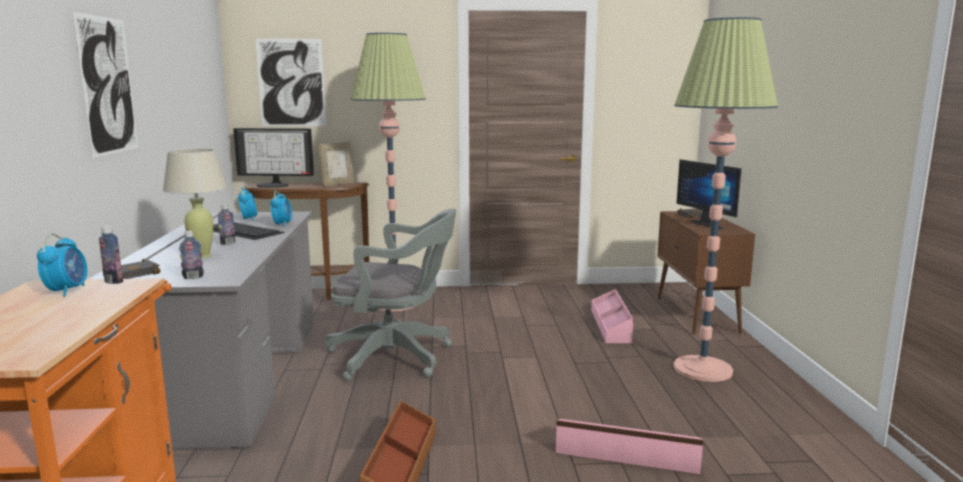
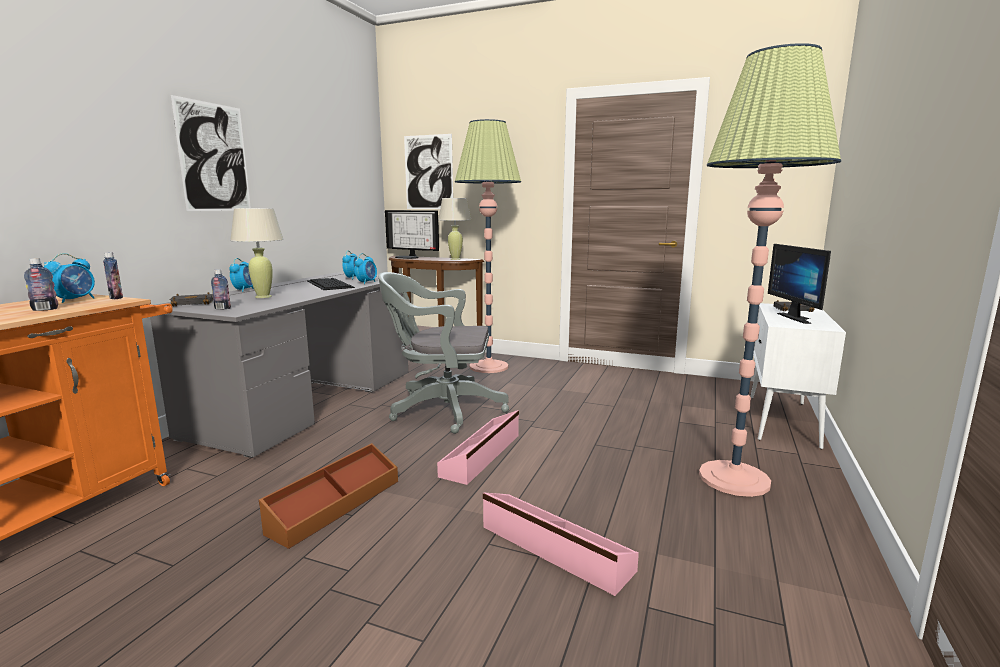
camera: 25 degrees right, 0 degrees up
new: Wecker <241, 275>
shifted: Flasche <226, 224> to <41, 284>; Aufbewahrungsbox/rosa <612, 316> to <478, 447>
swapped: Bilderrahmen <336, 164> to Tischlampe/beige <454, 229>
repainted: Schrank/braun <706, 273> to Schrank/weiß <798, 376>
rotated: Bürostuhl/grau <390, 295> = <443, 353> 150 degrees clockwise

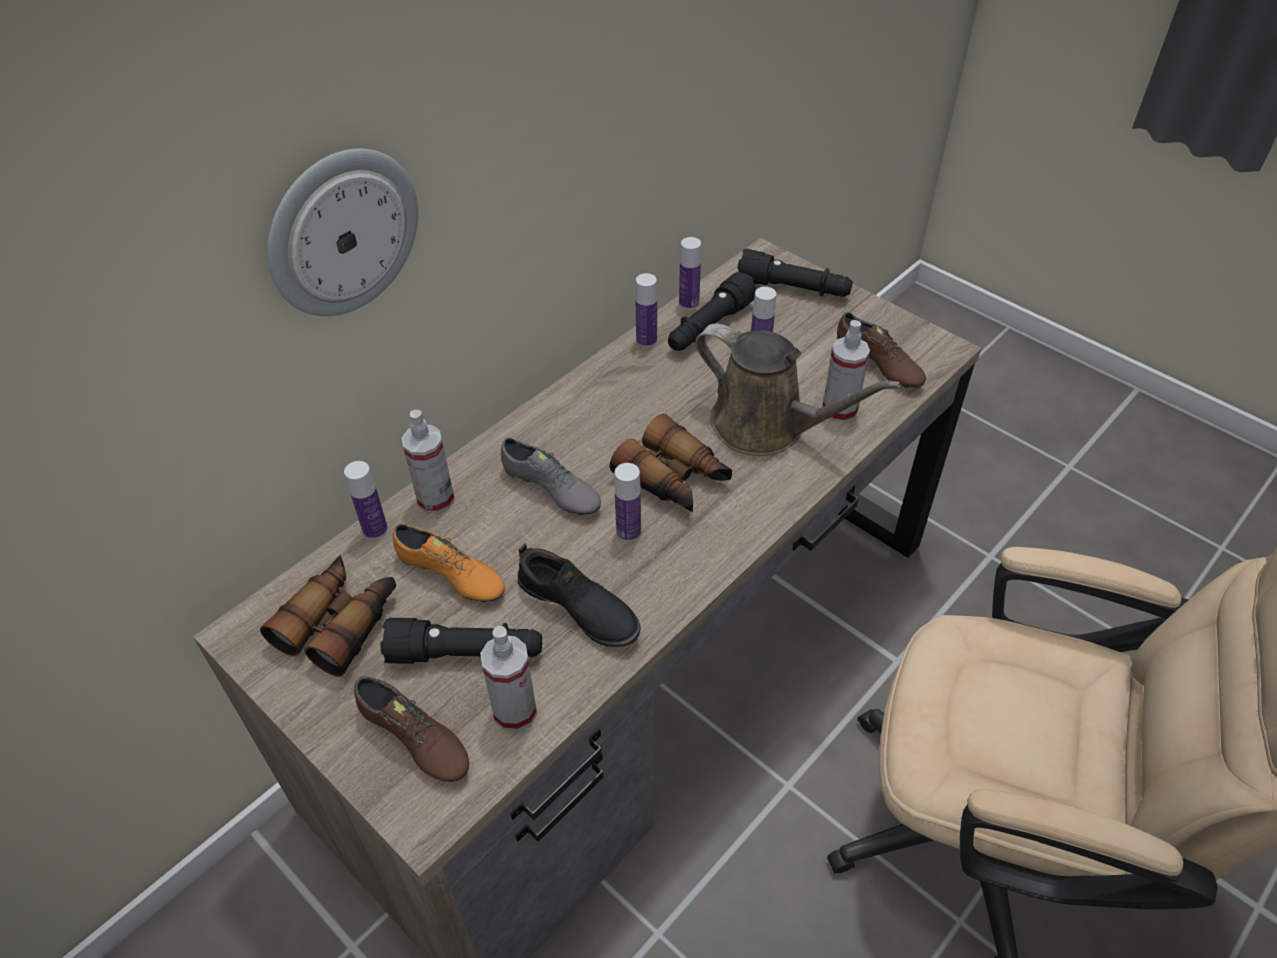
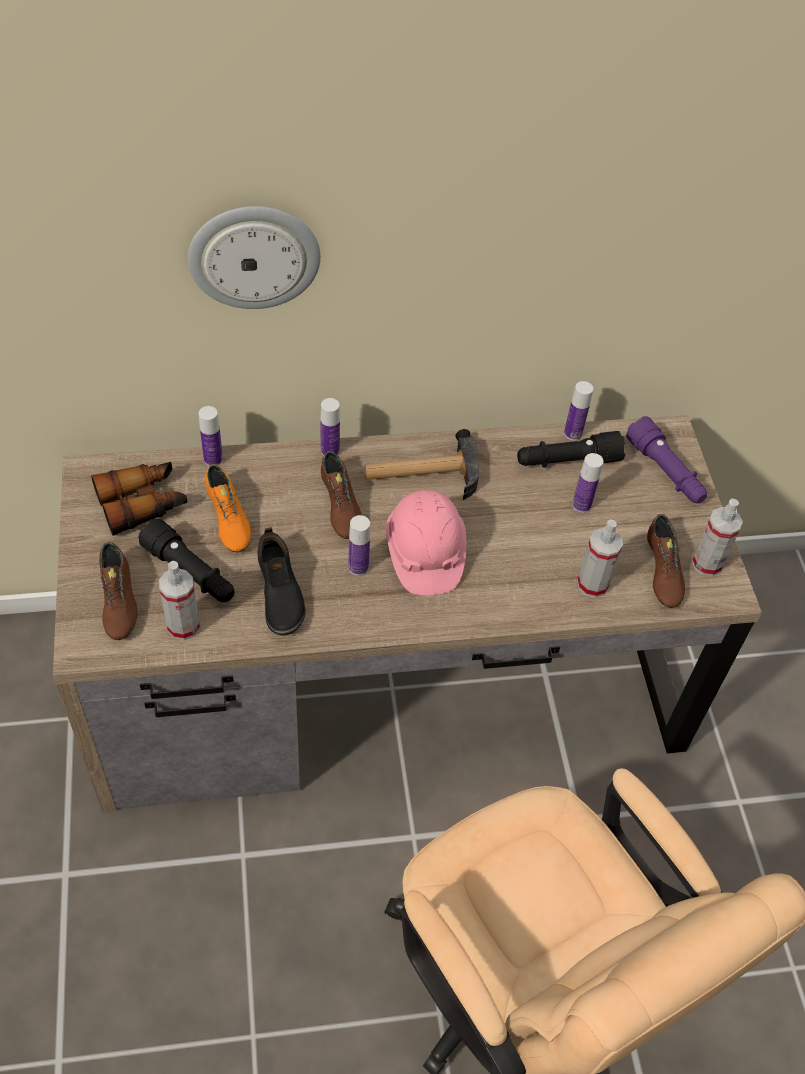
camera: 35 degrees right, 5 degrees up
gone: Gießkanne/braun <798, 390>
new: Hammer <422, 464>
shifted: Flasche <646, 310> to <330, 427>; Sprühflasche <428, 462> to <717, 537>
swapped: Fernglas <671, 463> to Schutzhelm/rosa <426, 542>
repainted: Taschenlampe/schwarz <795, 273> to Taschenlampe/lila <666, 459>; Schuh/grau <551, 476> to Schuh/braun <341, 495>

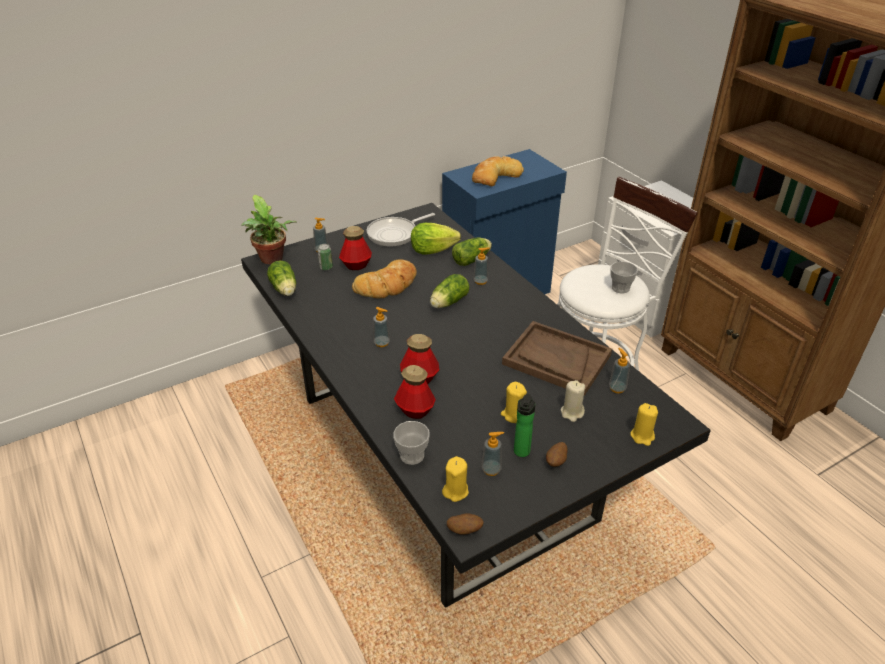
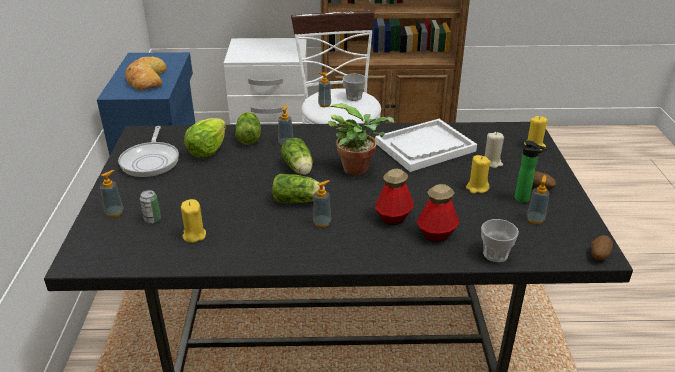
camera: 60 degrees left, 5 degrees down
gone: Flasche <355, 248>; Brot <384, 278>
shifted: Topfpflanze <269, 229> to <361, 139>; Salatkopf <281, 278> to <298, 188>; Seifenspender <619, 370> to <324, 89>; Kerze/gelb <455, 479> to <193, 221>
repainted: Tablett/braun <557, 358> to Tablett/weiß <426, 145>

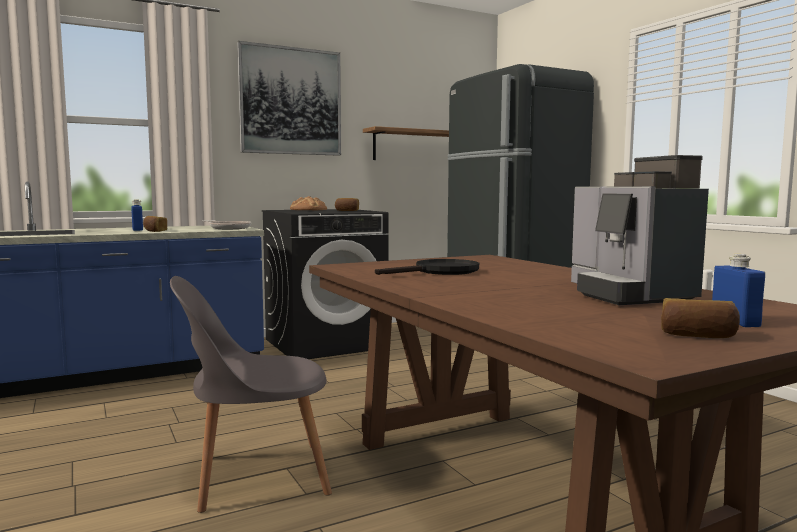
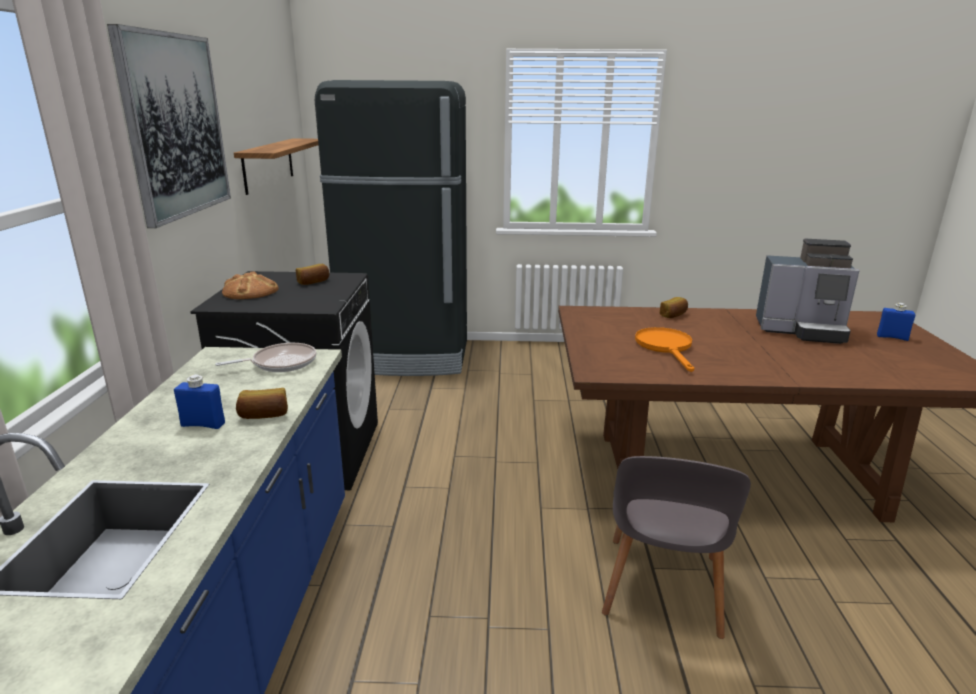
camera: 60 degrees left, 15 degrees up
shifted: Brot <700, 318> to <674, 307>
repainted: Pfanne/schwarz <427, 267> to Pfanne/orange <664, 349>

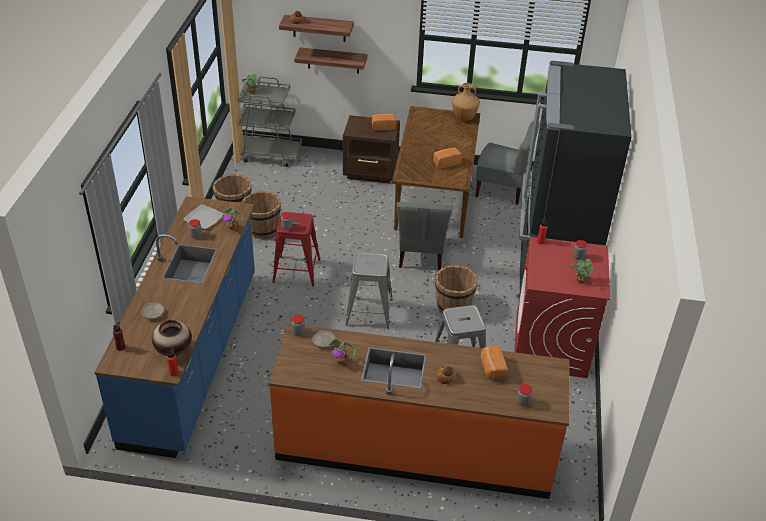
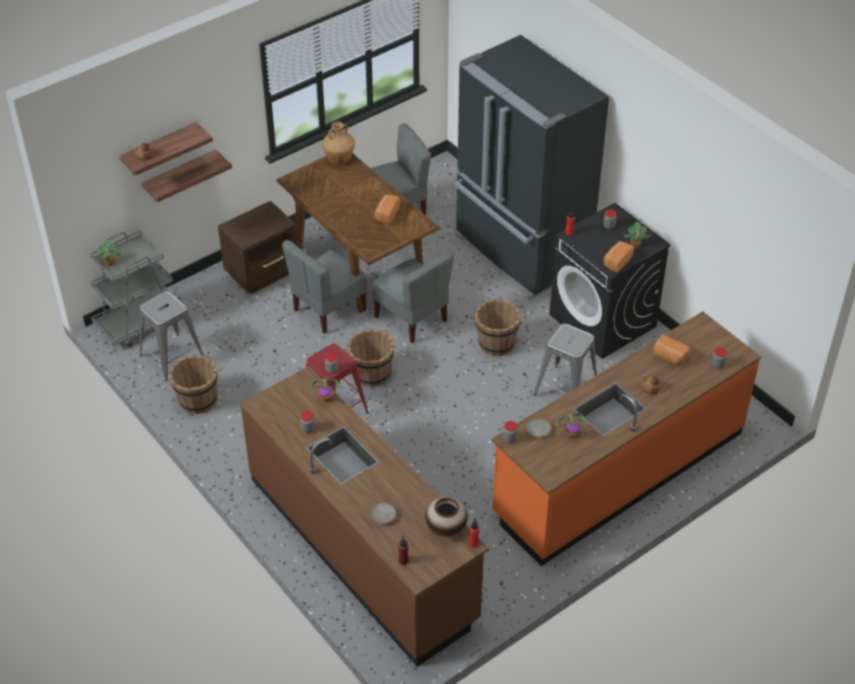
camera: 45 degrees left, 5 degrees up
gone: Teller <203, 216>
new: Stuhl/grau <324, 287>
shifted: Brot <384, 122> to <619, 257>; Eimer/braun <261, 215> to <370, 358>; Hocker/grau <369, 290> to <172, 336>
repainted: Küchenzeile/blau <175, 327> to Küchenzeile/braun <364, 516>; Waschmaschine/rot <562, 307> to Waschmaschine/schwarz <610, 281>

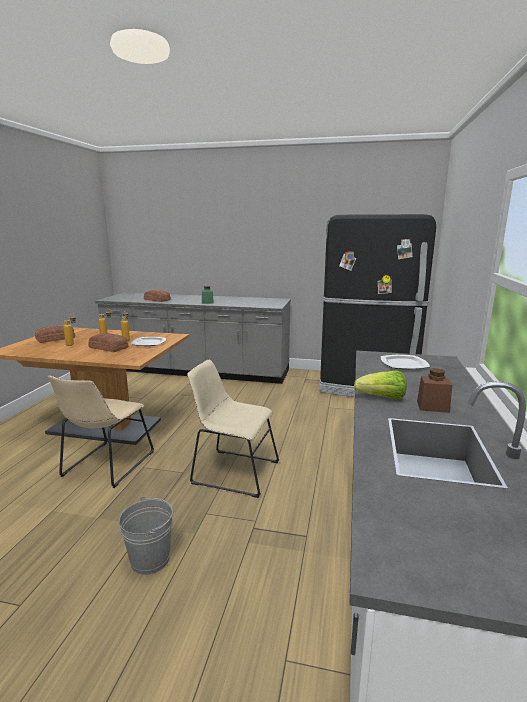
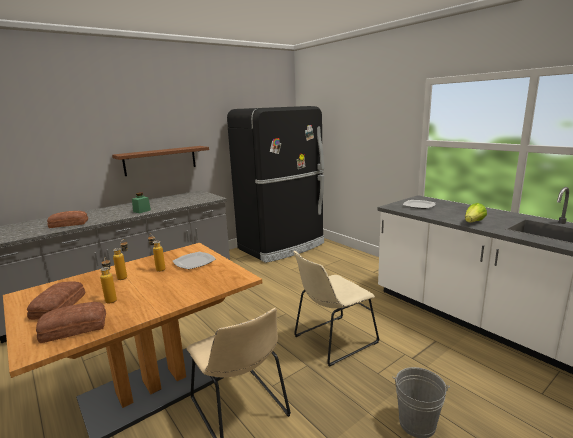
camera: 50 degrees left, 0 degrees up
gone: Vorratsglas/braun <434, 390>
new: Wandregal/braun <160, 161>
shifted: Brot <108, 342> to <71, 322>

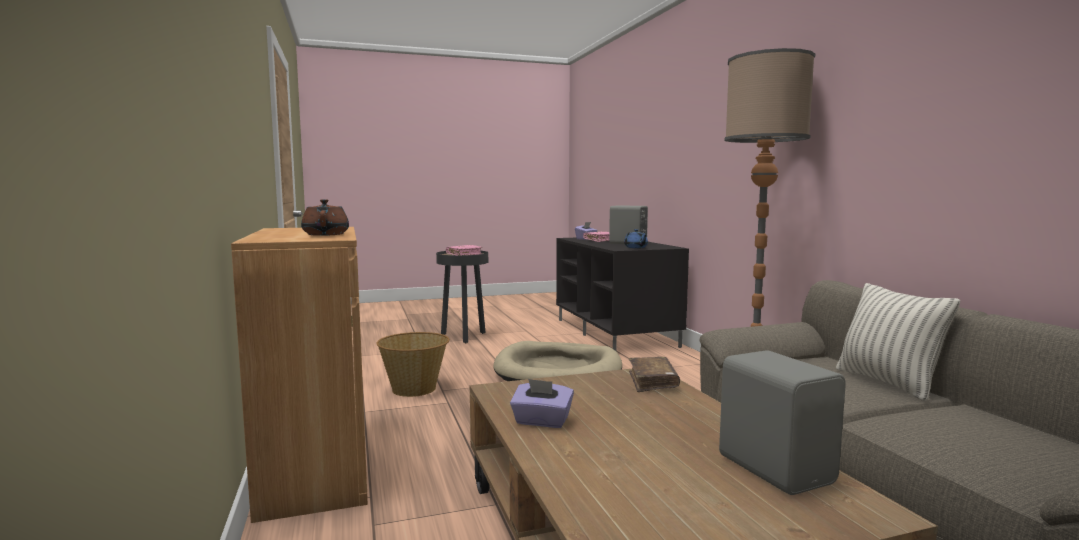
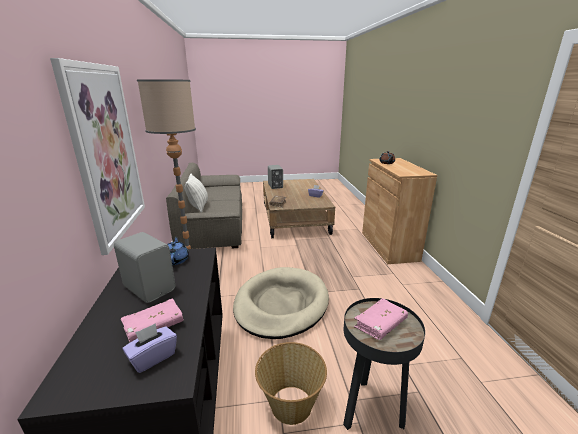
camera: 170 degrees left, 15 degrees up
new: Bild <97, 156>
shifted: Korb <413, 364> to <291, 383>

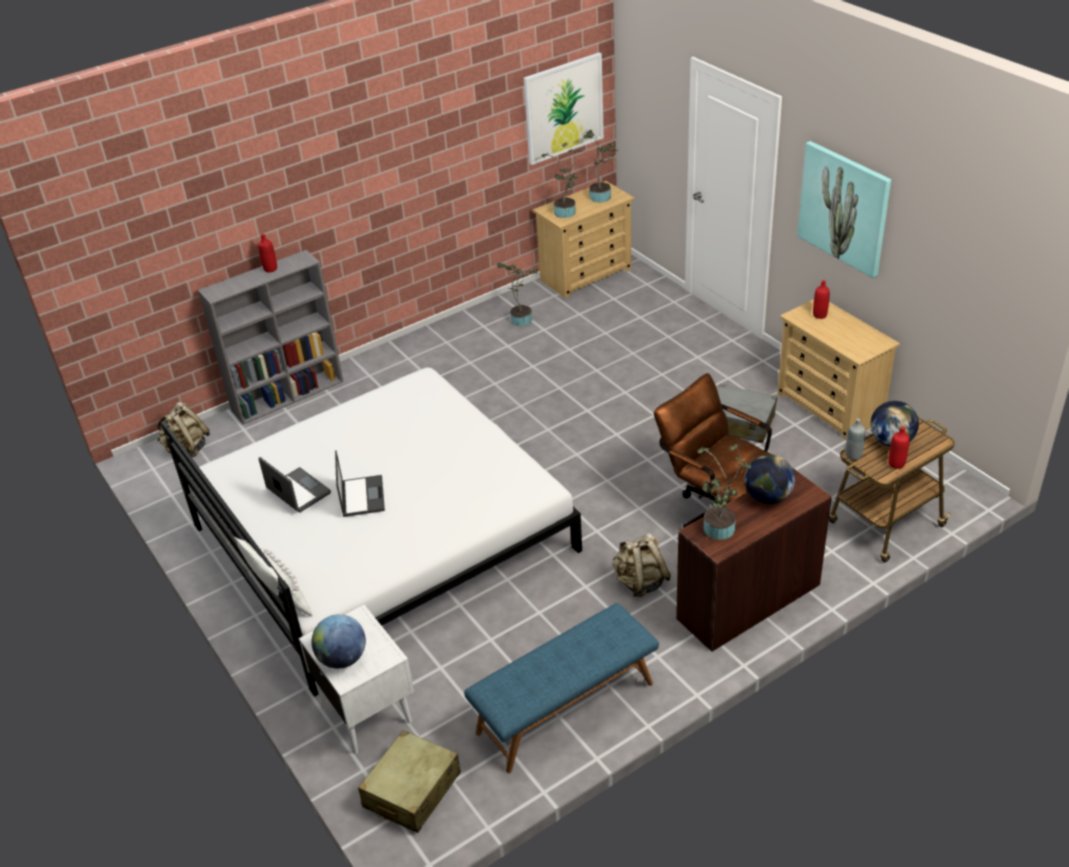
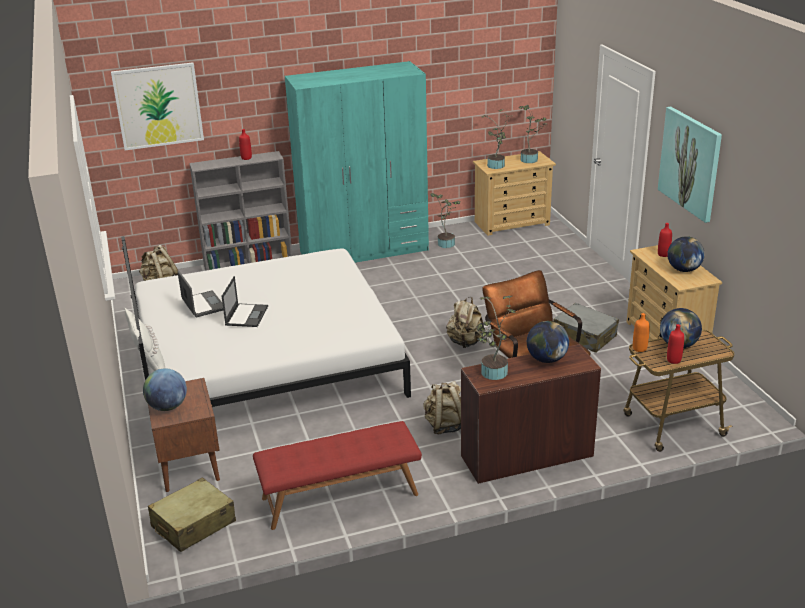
camera: 15 degrees right, 10 degrees down
new: Kleiderschrank/türkis <357, 162>; Globus <686, 254>; Rucksack/beige <464, 322>
shifted: Bild <564, 109> to <157, 106>
repainted: Flasche/grau <855, 439> to Flasche/orange <641, 332>; Bank/blau <561, 688> to Bank/rot <337, 475>; Nachttisch/weiß <356, 679> to Nachttisch/braun <184, 435>

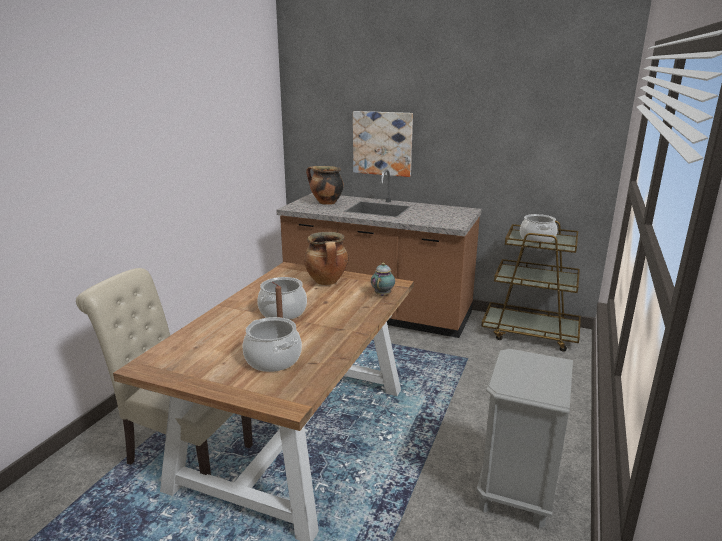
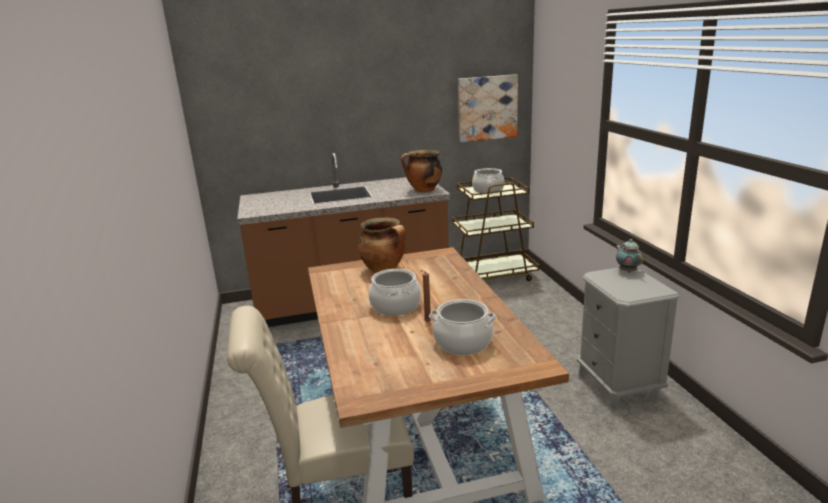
camera: 35 degrees left, 0 degrees up
shifted: Bild <383, 144> to <488, 108>; Kochtopf <325, 185> to <421, 171>; Teekanne <383, 279> to <629, 256>

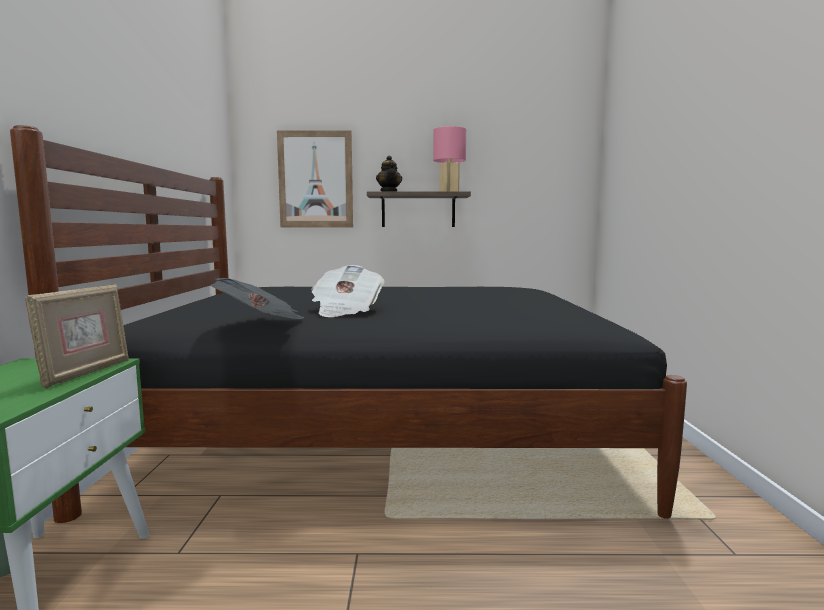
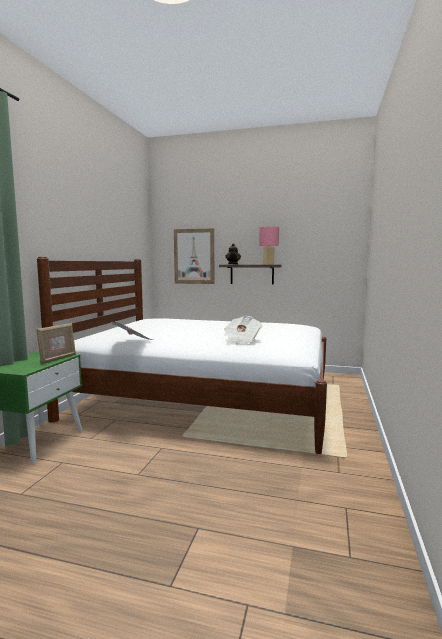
camera: 15 degrees right, 0 degrees up
shifted: Zeitung <348, 291> to <243, 330>
repainted: Bett/schwarz <348, 324> to Bett/weiß <182, 355>

